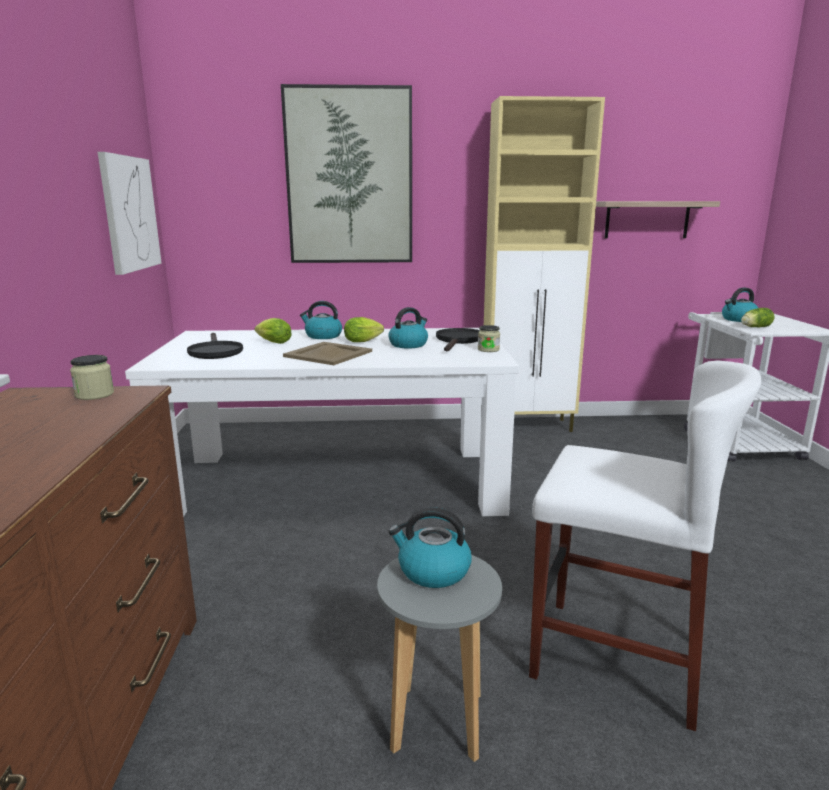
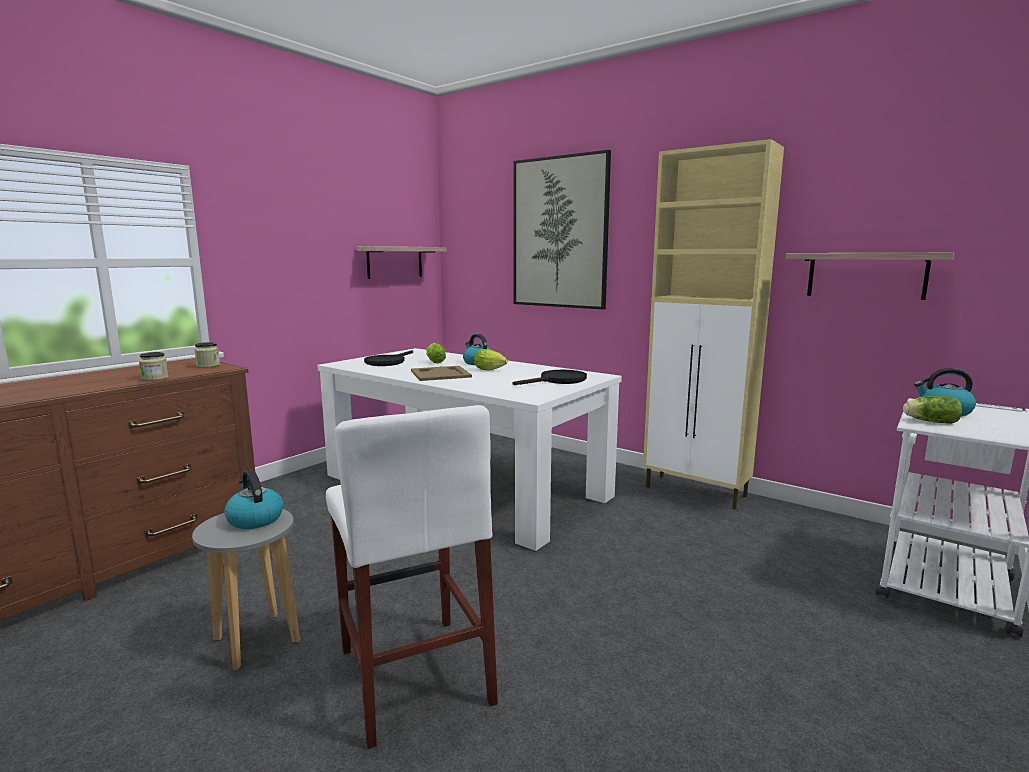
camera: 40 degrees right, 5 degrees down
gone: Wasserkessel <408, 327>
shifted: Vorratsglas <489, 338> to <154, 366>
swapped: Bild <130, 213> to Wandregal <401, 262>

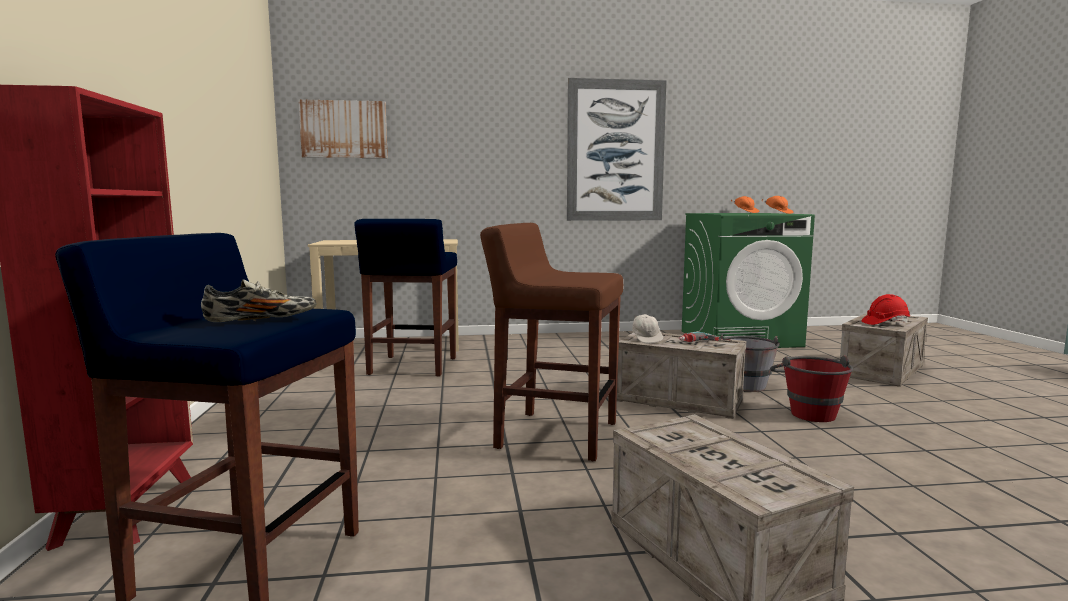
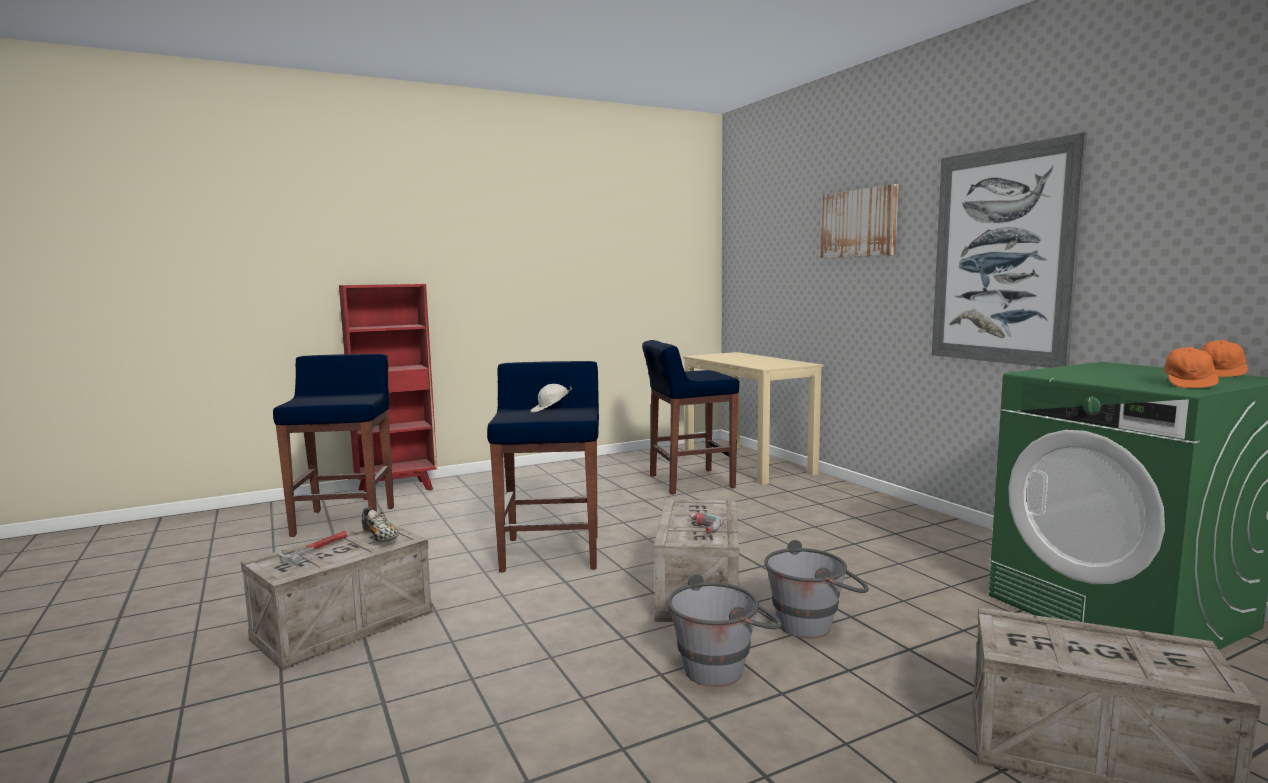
camera: 70 degrees right, 0 degrees up
gone: Schutzhelm/rot <886, 309>
new: Hammer <313, 547>
shifted: Bild <343, 128> to <859, 221>; Schuh <259, 300> to <380, 525>; Kappe/weiß <647, 329> to <551, 398>
repainted: Hocker/braun <551, 342> to Hocker/blau <543, 467>; Eimer/rot <811, 388> to Eimer/grau <724, 630>

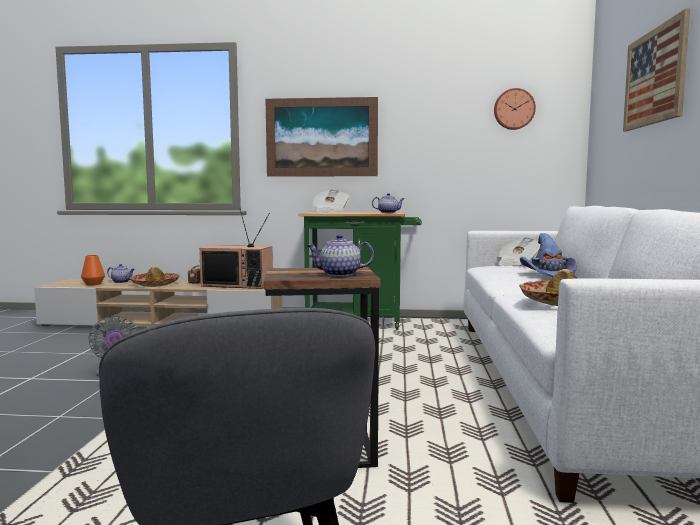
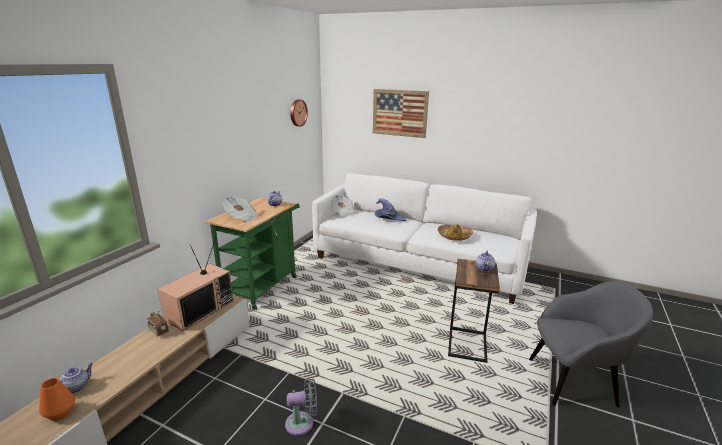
camera: 70 degrees left, 15 degrees up
gone: Bild <322, 137>; Hut <155, 276>

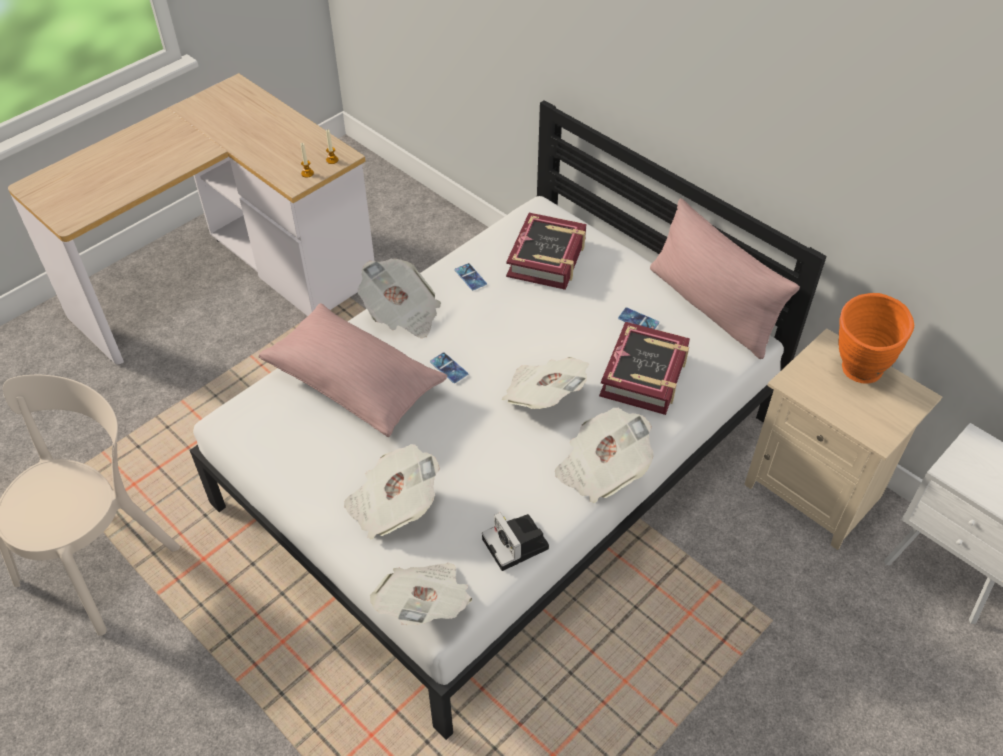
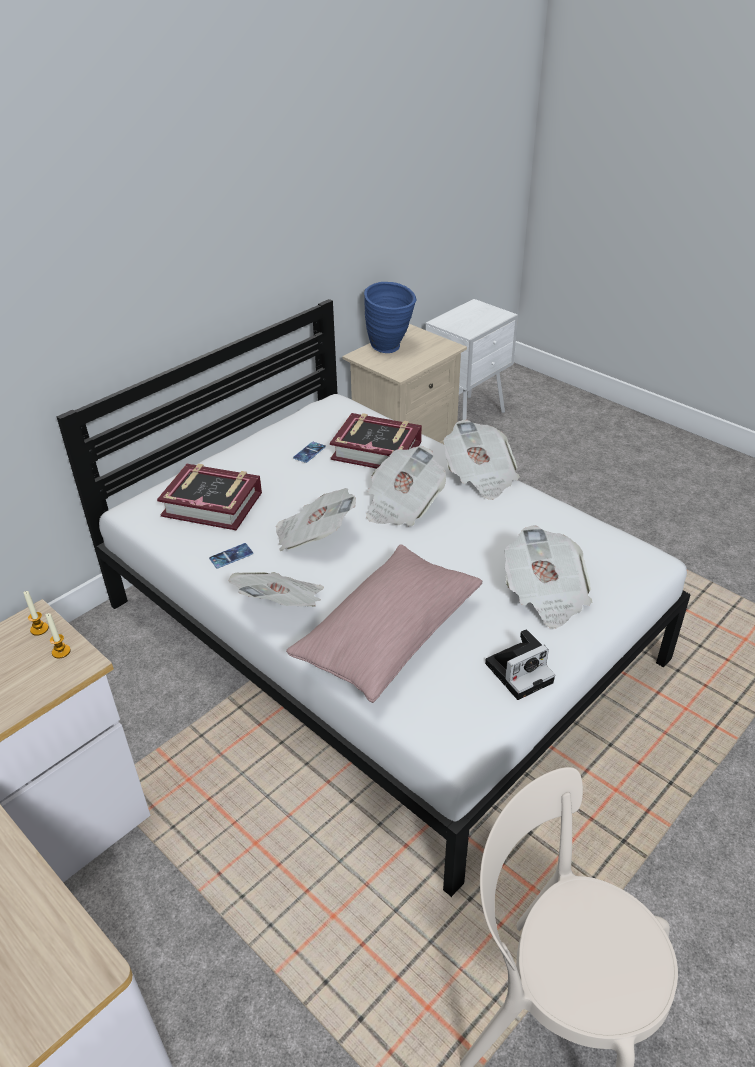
camera: 90 degrees left, 10 degrees down
gone: Kissen/rosa <725, 278>; Handy <449, 367>
shifted: Kamera <515, 541> to <520, 664>; Zeitung <421, 594> to <316, 519>
repainted: Vase/orange <876, 338> to Vase/blau <390, 317>

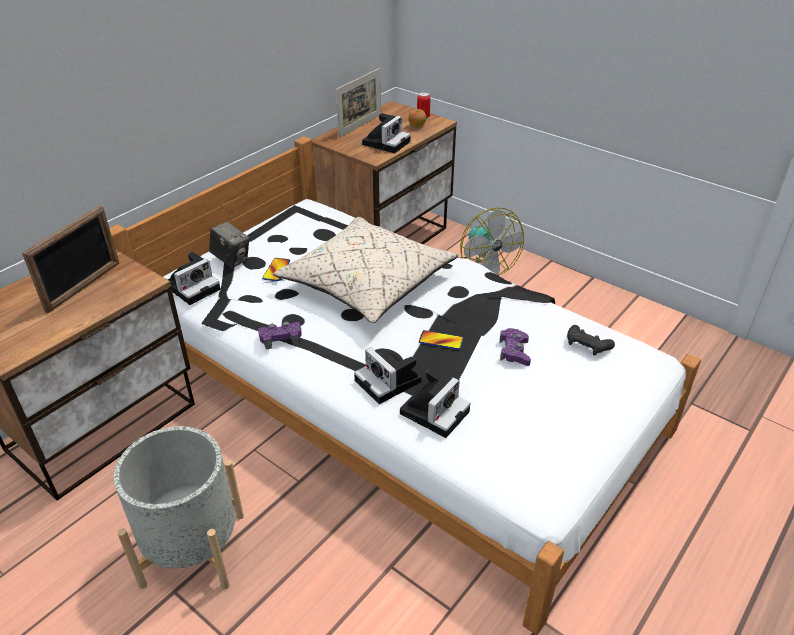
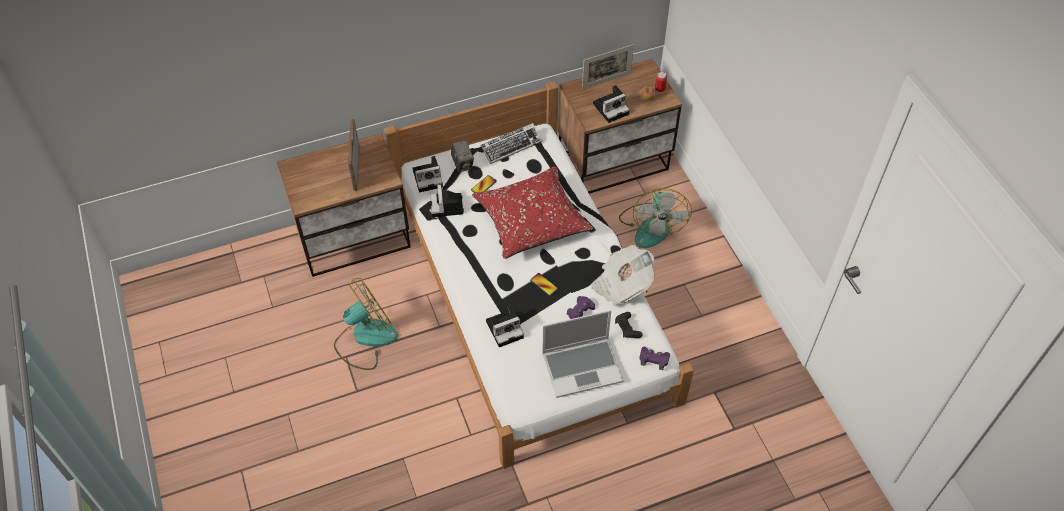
camera: 30 degrees right, 15 degrees up
new: Tastatur <511, 143>; Zeitung <623, 275>; Laptop <583, 354>
shifted: Gamepad/lila <280, 335> to <654, 358>; Kamera <388, 375> to <447, 201>
swapped: Pflanzkübel/grau <178, 507> to Ventilator <366, 323>
repainted: Kissen/beige <365, 270> to Kissen/rot <533, 212>
rotated: Bilderrahmen <70, 259> = <354, 155> 120 degrees clockwise

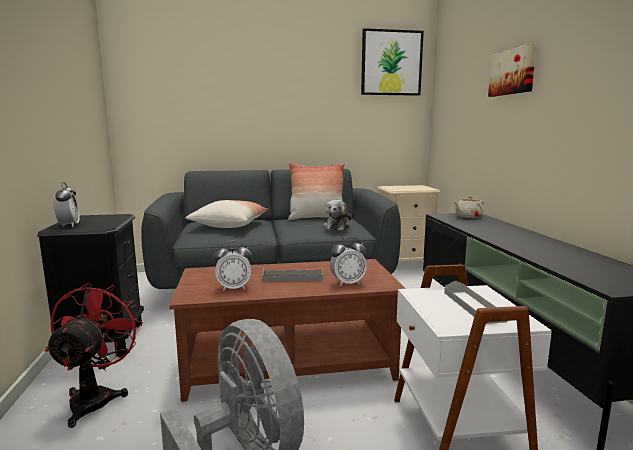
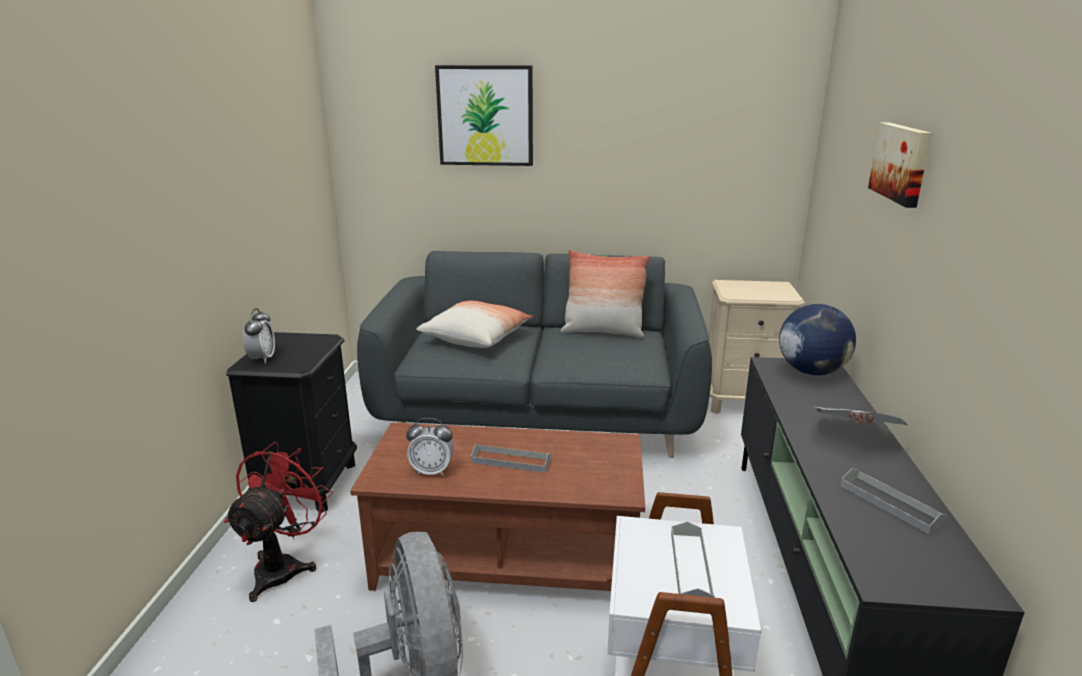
camera: 15 degrees right, 10 degrees up
gone: Plüschtier <337, 215>; Wecker <348, 261>
new: Zeitung <861, 416>; Tablett/grau <894, 501>
shifted: Bild <392, 62> to <484, 115>
swapped: Teekanne/beige <469, 207> to Globus <817, 339>

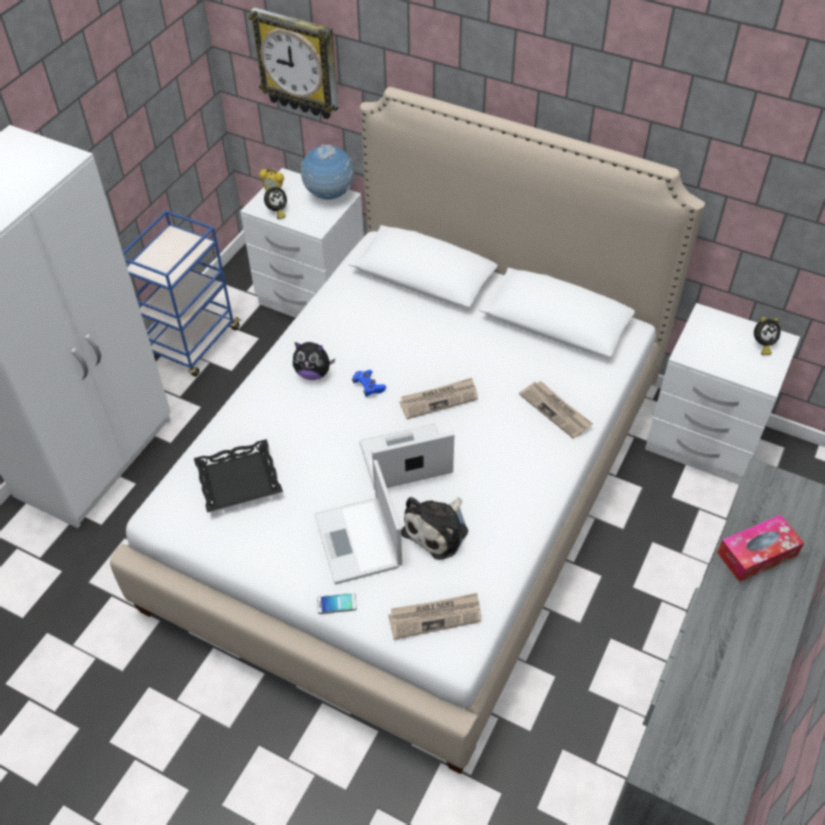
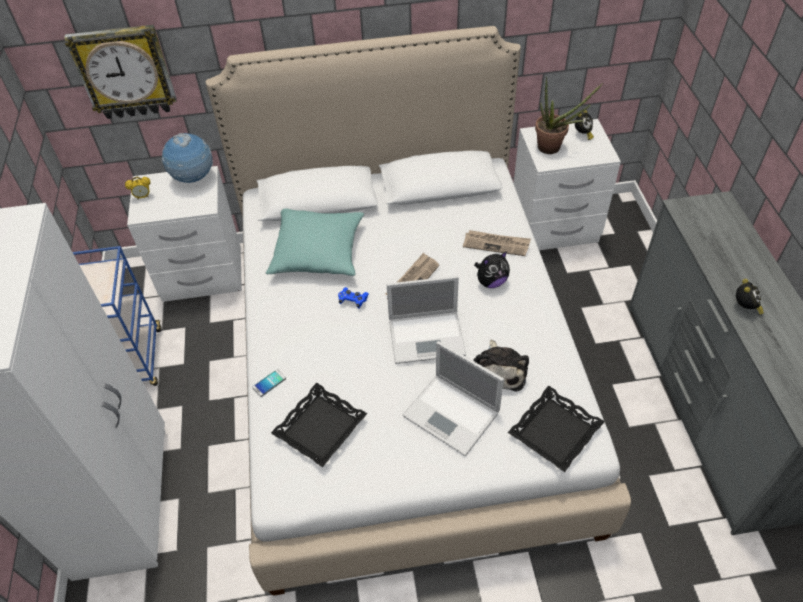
camera: 35 degrees left, 0 degrees up
gone: Taschentuchbox <760, 548>
new: Topfpflanze <569, 115>; Kissen/türkis <315, 242>
shifted: Wecker <275, 201> to <750, 297>; Plüschtier <314, 361> to <492, 269>; Handy <337, 603> to <269, 383>
swapped: Zeitung <434, 616> to Tablett/schwarz <556, 429>
rotated: Laptop <406, 457> = <426, 320> 135 degrees counterclockwise

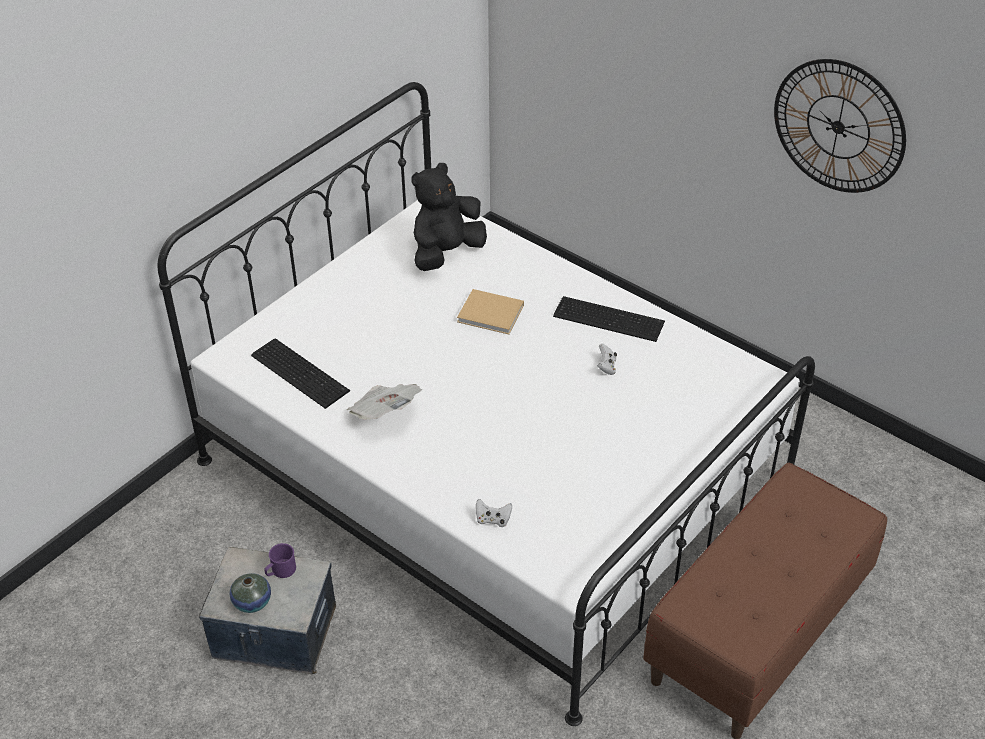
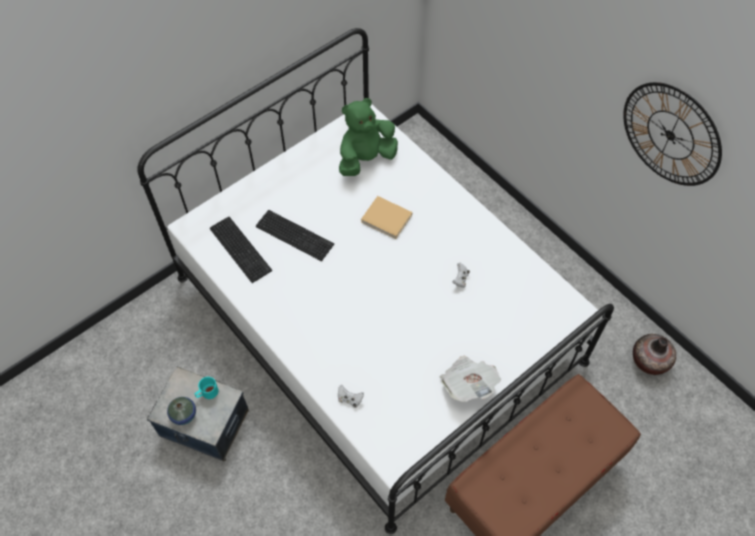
camera: 10 degrees right, 15 degrees up
new: Vase <654, 354>
shifted: Tastatur <609, 319> to <295, 235>; Zeitung <384, 401> to <470, 379>
repainted: Plüschtier/schwarz <449, 217> to Plüschtier/grün <368, 137>; Henkelbecher/lila <280, 560> to Henkelbecher/türkis <207, 388>

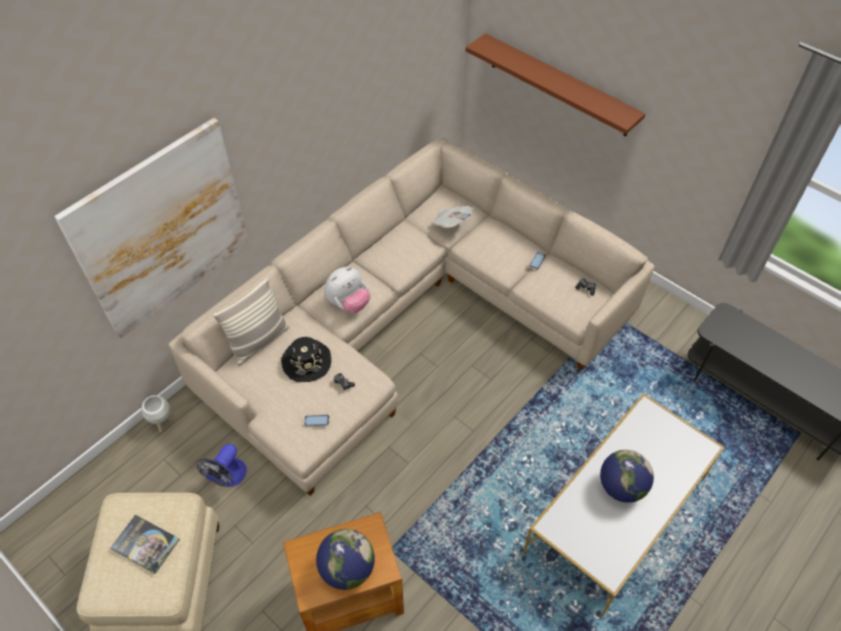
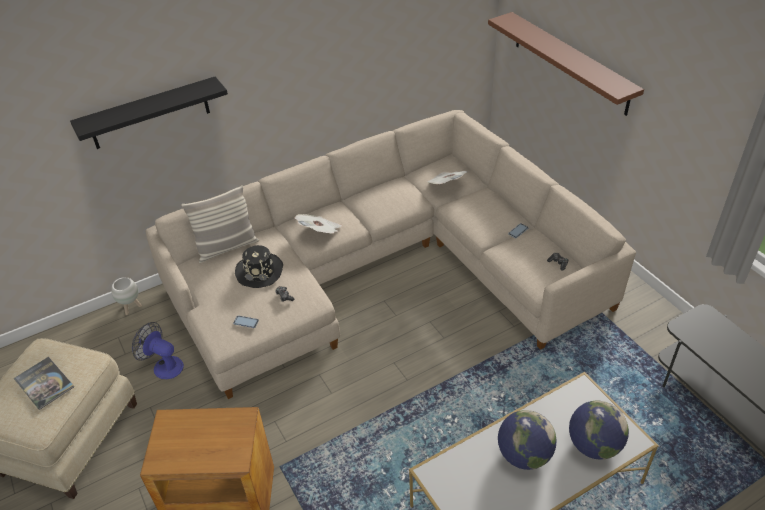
camera: 20 degrees right, 10 degrees down
shifted: Globus <345, 559> to <599, 430>
swapped: Bild <152, 228> to Wandregal/schwarz <149, 113>; Plüschtier <347, 289> to Zeitung <318, 224>
rotated: Ventilator <221, 465> = <158, 350> 75 degrees clockwise

